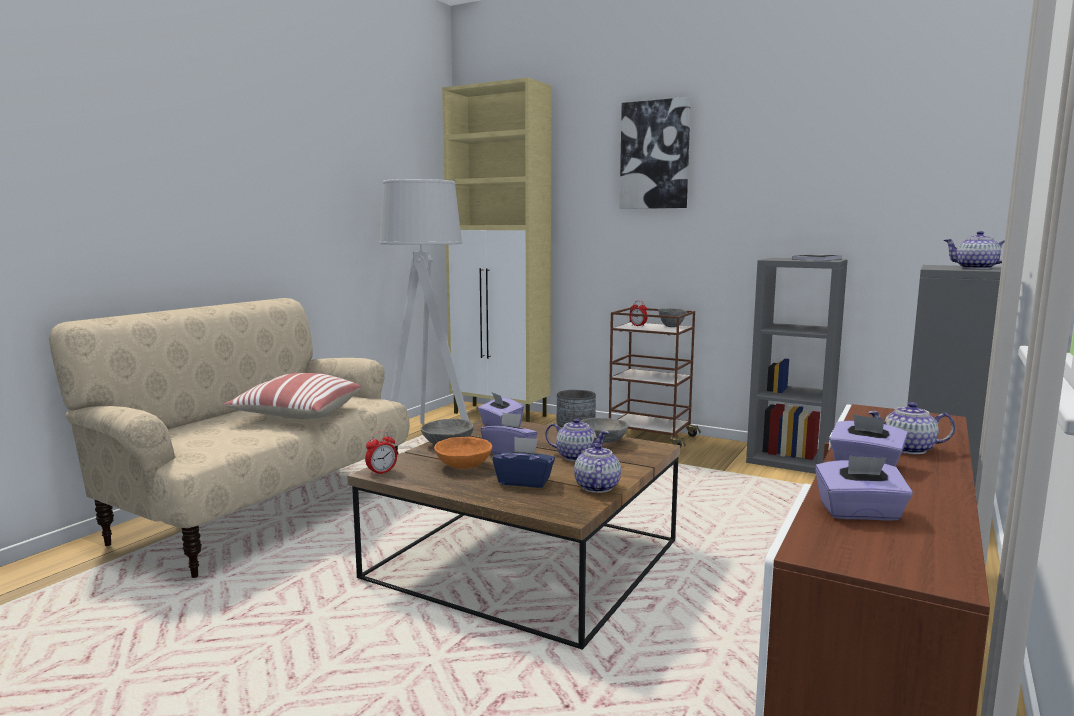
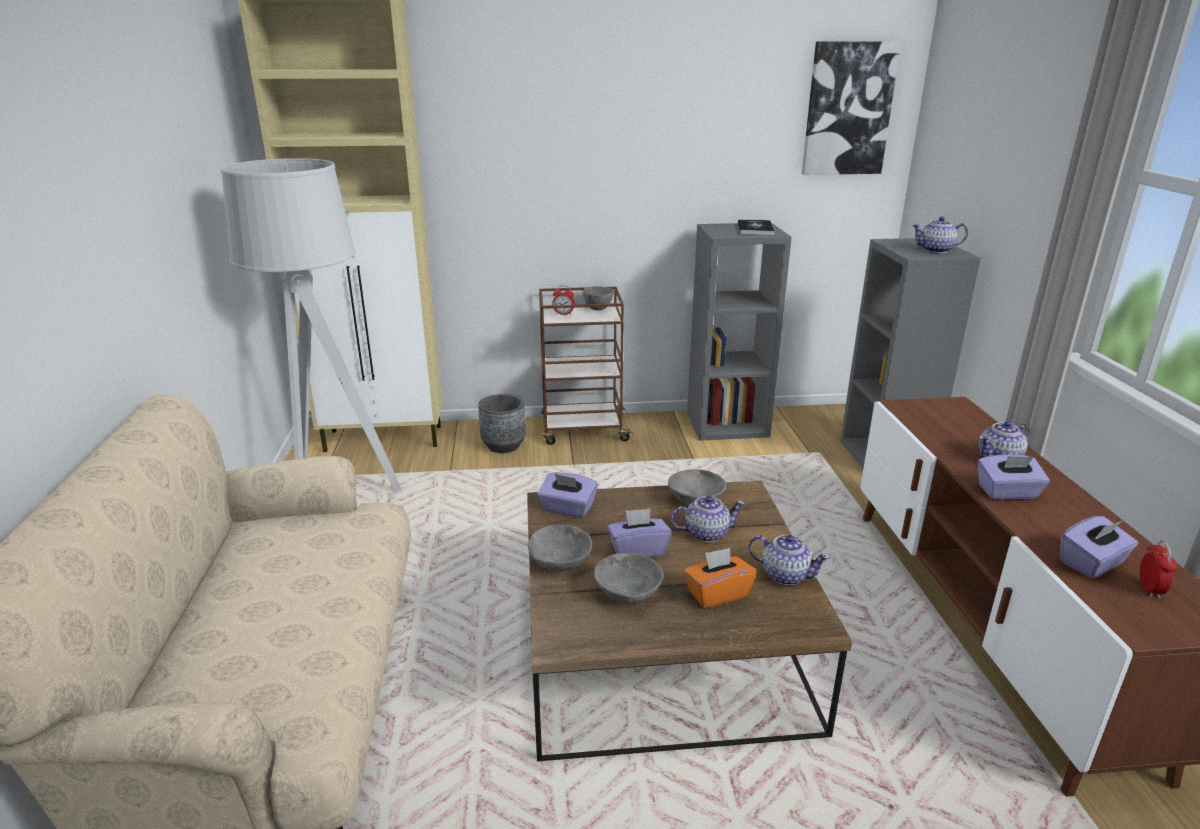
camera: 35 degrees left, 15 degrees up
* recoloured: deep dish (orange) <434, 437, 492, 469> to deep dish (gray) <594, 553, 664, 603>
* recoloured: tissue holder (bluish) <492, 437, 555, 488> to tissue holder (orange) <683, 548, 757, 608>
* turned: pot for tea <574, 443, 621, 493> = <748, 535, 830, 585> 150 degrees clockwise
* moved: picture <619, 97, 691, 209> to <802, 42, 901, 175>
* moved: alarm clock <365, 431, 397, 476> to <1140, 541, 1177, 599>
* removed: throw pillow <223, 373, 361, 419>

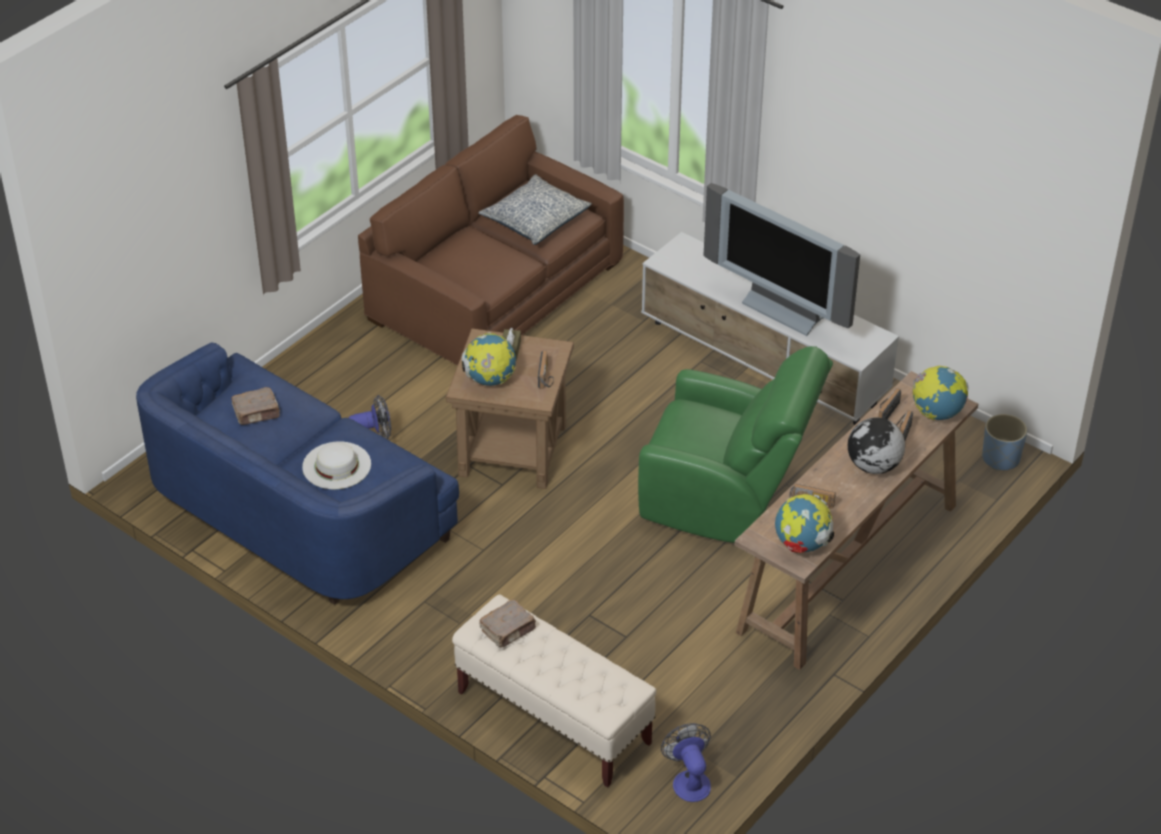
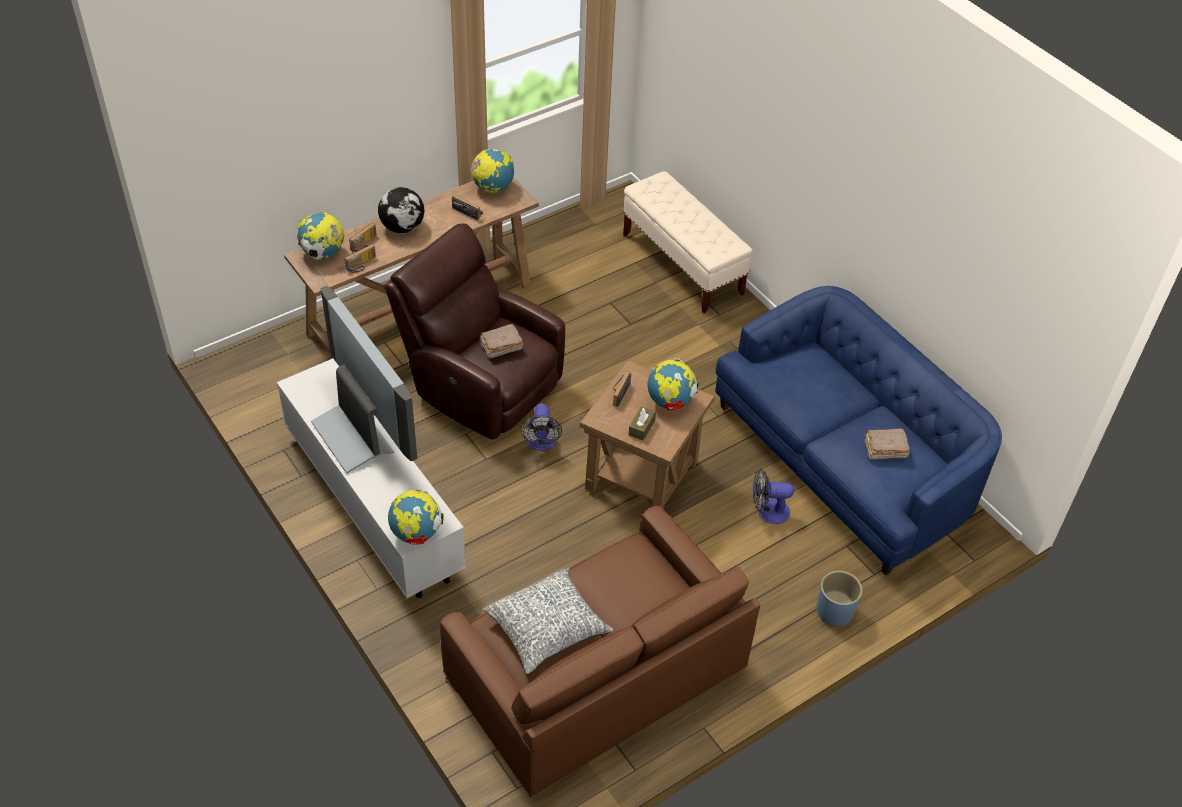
camera: 165 degrees left, 5 degrees up
* recoloured: easy chair (greenish) <638, 346, 833, 543> to easy chair (brown) <385, 223, 565, 440>
* added: globe <388, 489, 444, 545>
* moved: bound book (brown) <479, 600, 536, 648> to <479, 324, 523, 359>
* moved: fan <661, 723, 711, 802> to <520, 404, 562, 450>
* moved: plant pot (bluish) <982, 414, 1027, 471> to <817, 571, 862, 626>
* removed: wearable hat (white) <302, 441, 371, 489>

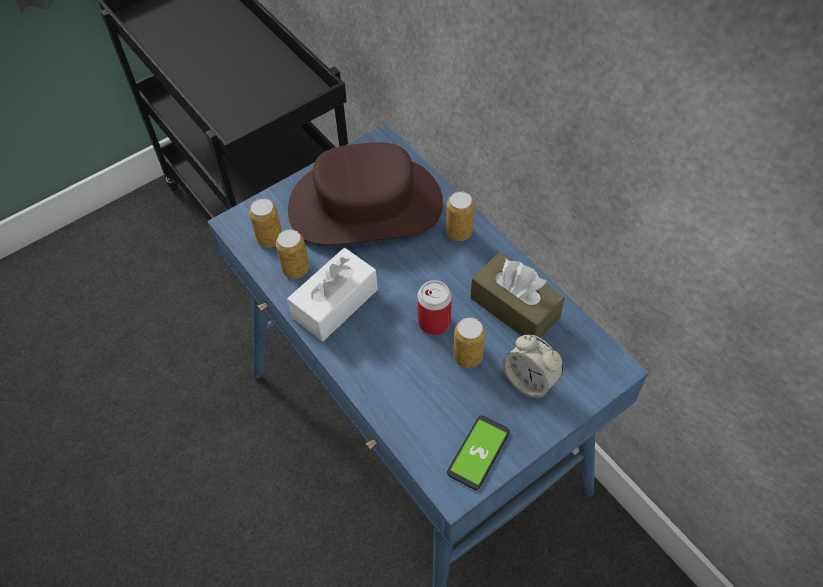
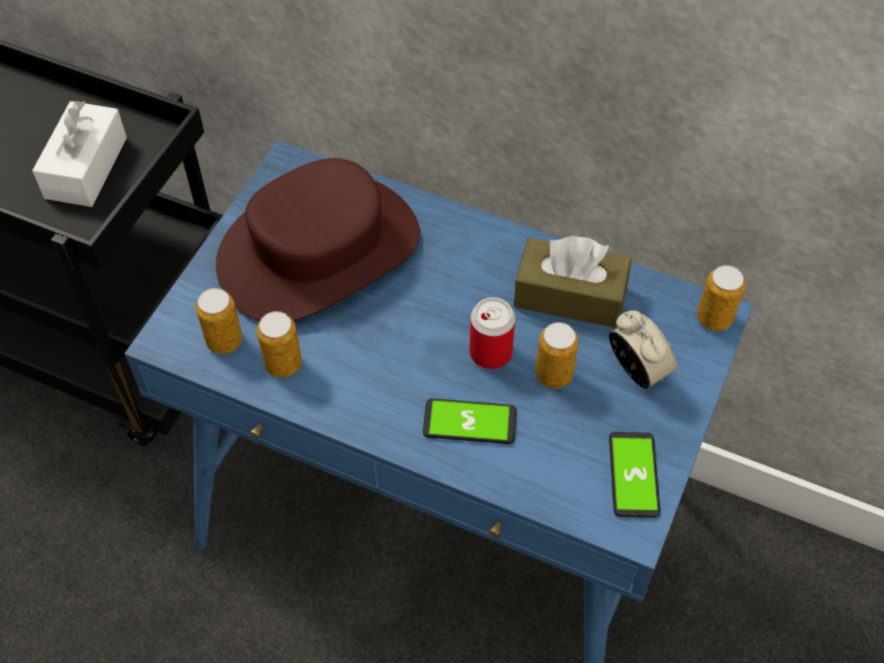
camera: 30 degrees left, 0 degrees up
* moved: tissue holder (white) <287, 248, 378, 341> to <32, 101, 127, 207>
* added: telephone <423, 399, 517, 444>
* turned: alarm clock <502, 335, 563, 399> = <609, 310, 678, 389> 135 degrees counterclockwise
* moved: sealed can <446, 191, 474, 241> to <697, 265, 746, 331>

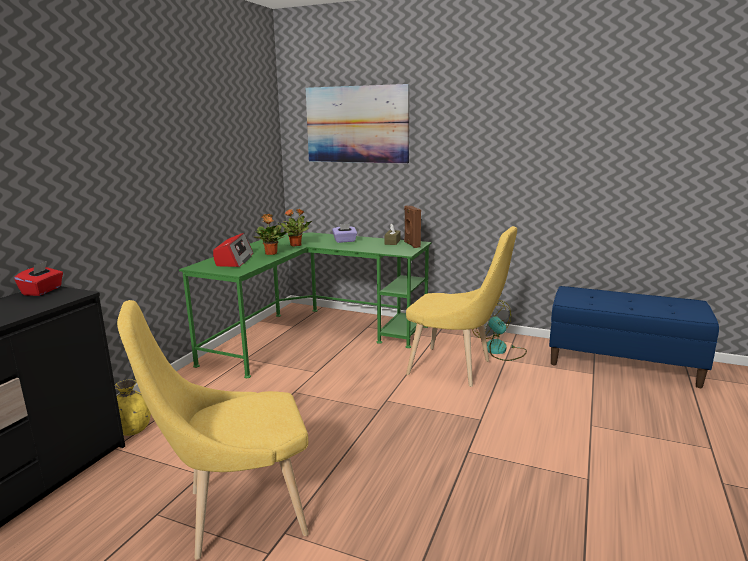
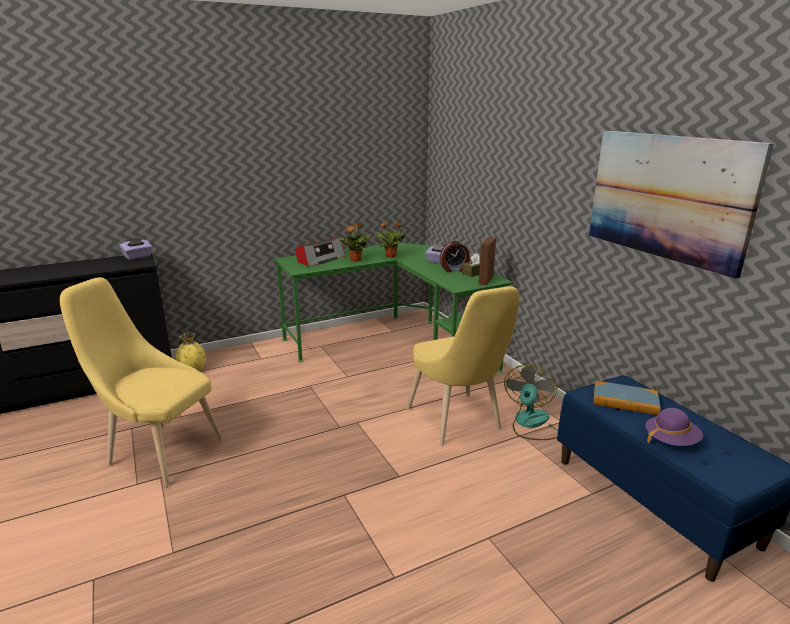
camera: 40 degrees right, 5 degrees up
* recoloured: tissue holder (reddish) <14, 261, 63, 296> to tissue holder (purple-coloured) <119, 237, 152, 260>
* added: alarm clock <440, 241, 470, 272>
* moved: picture <306, 84, 410, 164> to <589, 131, 774, 279>
* added: bound book <594, 381, 661, 415>
* added: wearable hat (purple-coloured) <645, 408, 703, 446>

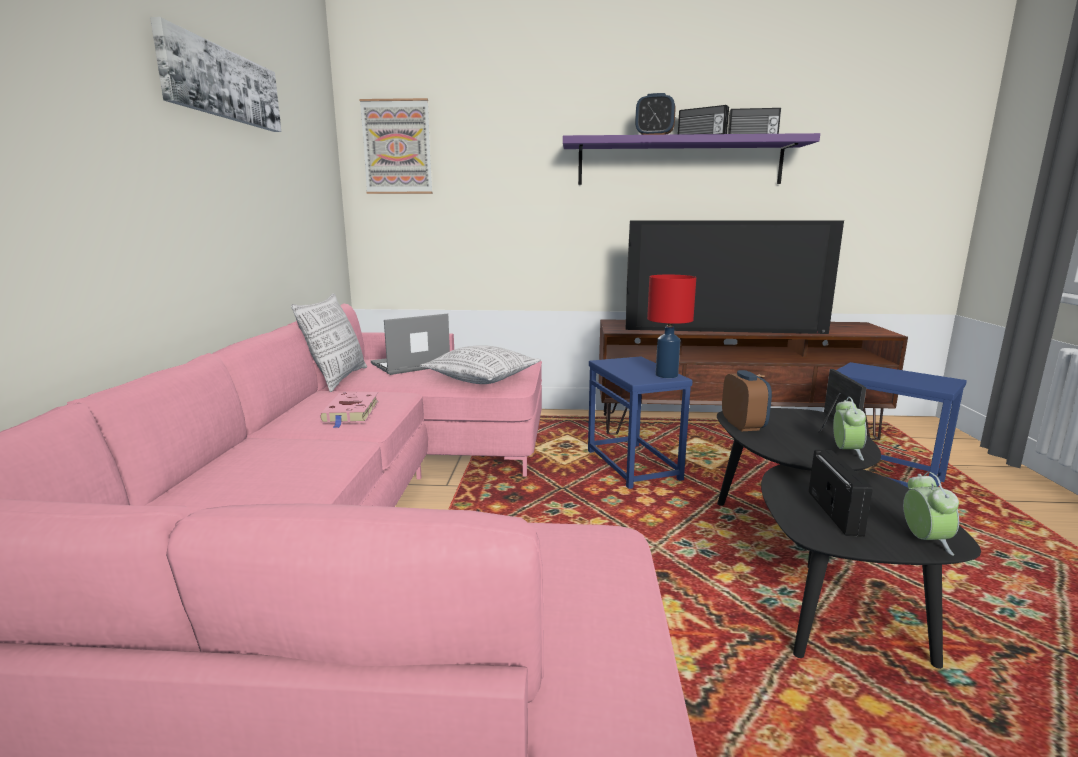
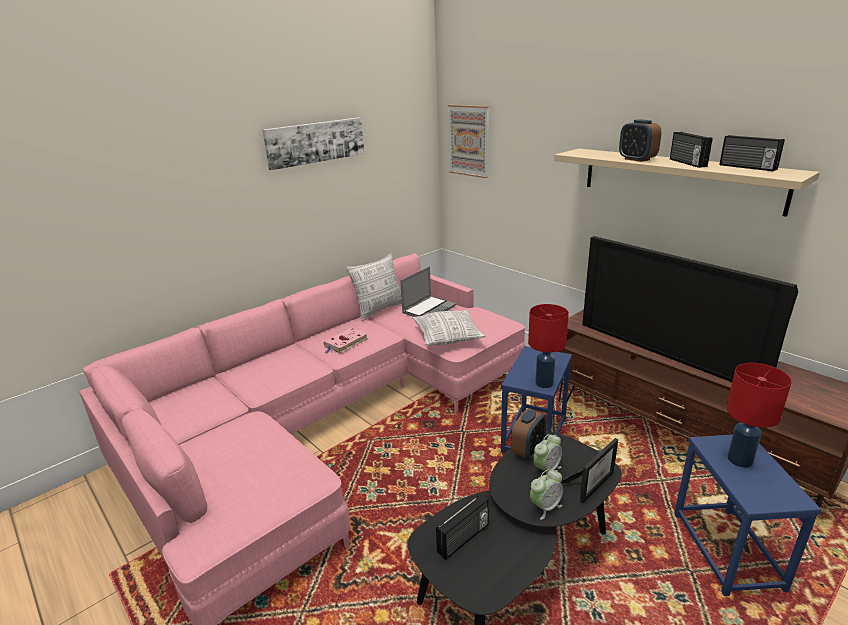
camera: 45 degrees right, 10 degrees up
* turned: laptop <371, 314, 450, 375> = <400, 266, 456, 317> 120 degrees clockwise
* moved: alarm clock <903, 472, 959, 556> to <533, 434, 562, 475>
* recoloured: bracket shelf (purple-coloured) <563, 133, 820, 185> to bracket shelf (beige-coloured) <554, 149, 820, 217>
* added: tabletop lamp (reddish) <726, 363, 792, 468>

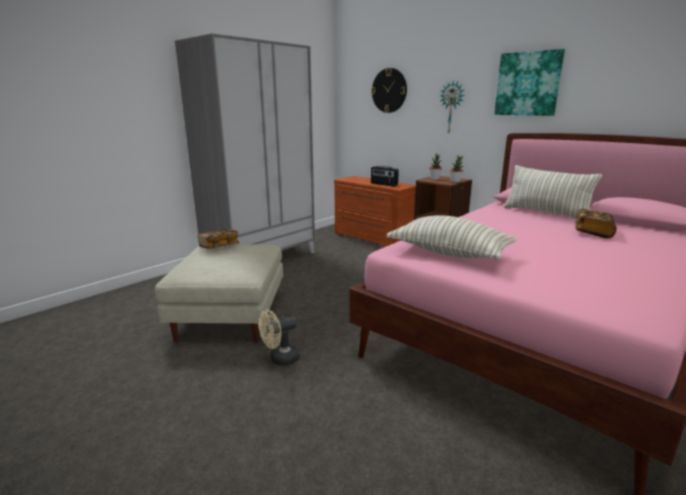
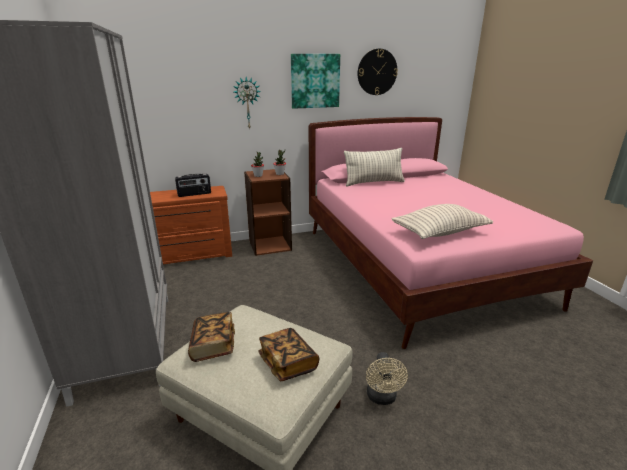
camera: 60 degrees left, 5 degrees up
* moved: bound book <575, 209, 617, 238> to <258, 328, 319, 381>
* moved: clock on the wall <371, 68, 407, 113> to <358, 49, 398, 95>

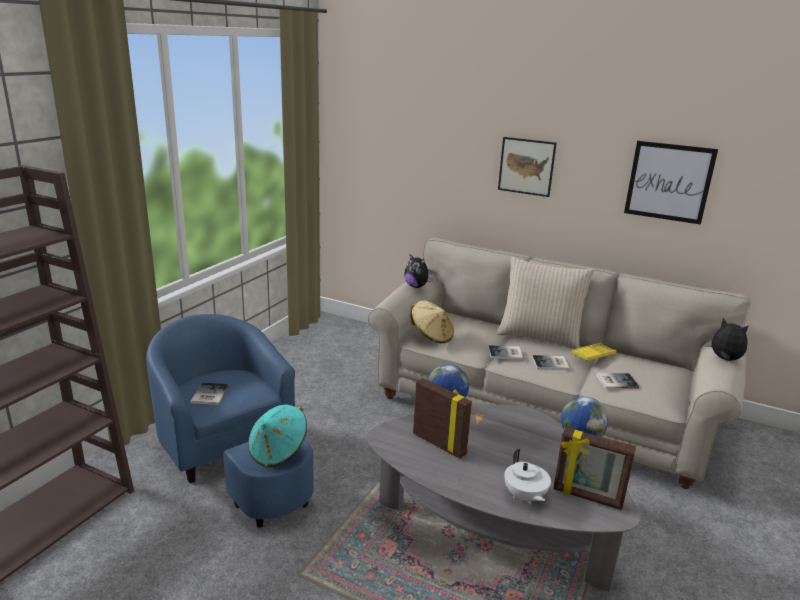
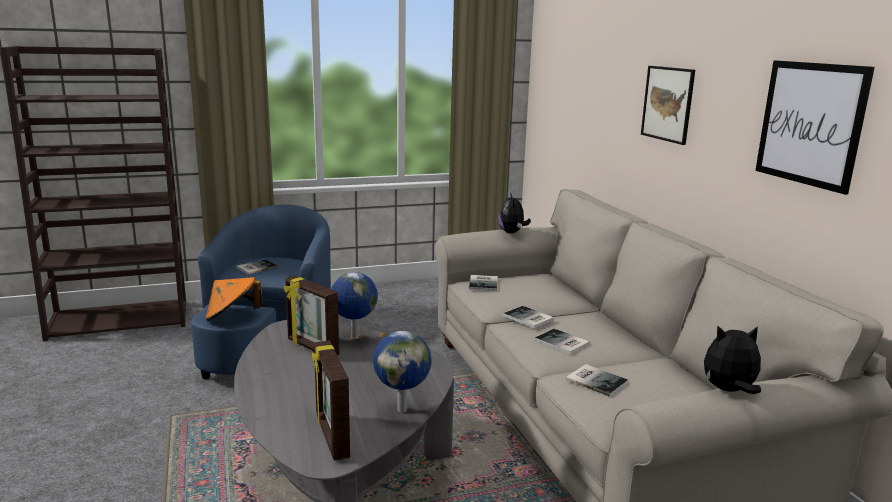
camera: 45 degrees right, 5 degrees down
* recoloured: wearable hat (turquoise-coloured) <248, 405, 307, 468> to wearable hat (orange) <205, 277, 262, 321>
* turned: photo frame <413, 378, 472, 459> = <284, 275, 339, 356> 135 degrees clockwise
* replaced: wearable hat (beige-coloured) <410, 300, 454, 344> to bound book <469, 275, 498, 291>
* turned: plush toy <706, 318, 749, 361> = <704, 325, 761, 394> 90 degrees counterclockwise
* removed: throw pillow (beige-coloured) <497, 257, 595, 349>
* removed: pot for tea (white) <504, 449, 551, 504>
* removed: tray (yellow-coloured) <571, 343, 616, 362>

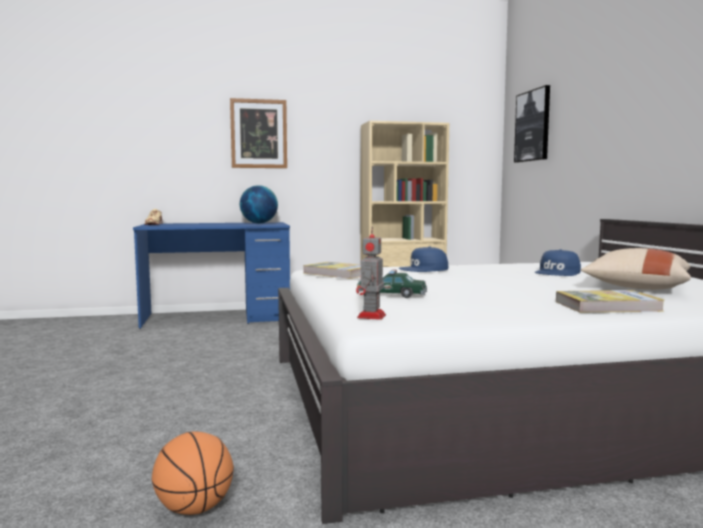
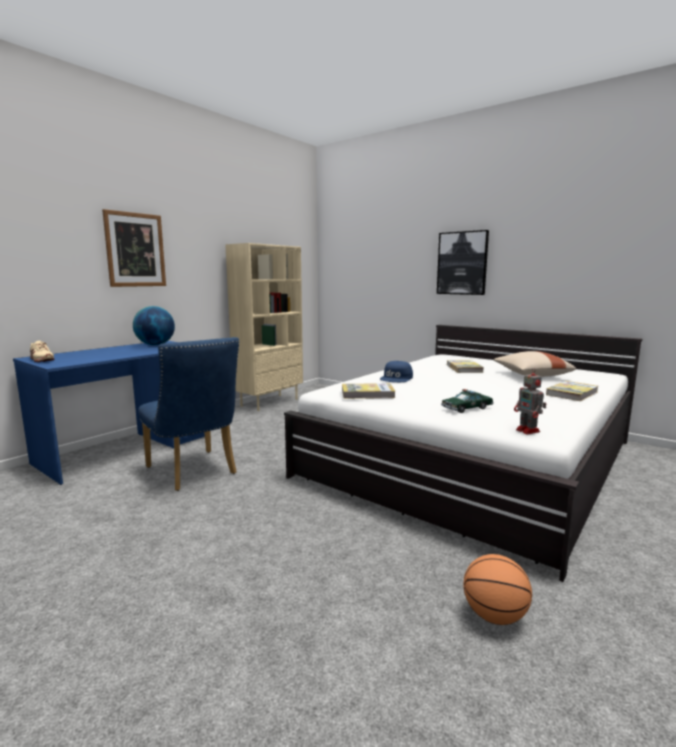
camera: 40 degrees left, 5 degrees up
* added: plain chair (bluish) <138, 337, 239, 491>
* moved: picture <514, 85, 550, 163> to <437, 230, 489, 295>
* replaced: peaked cap (bluish) <535, 249, 581, 276> to bound book <447, 360, 484, 373>

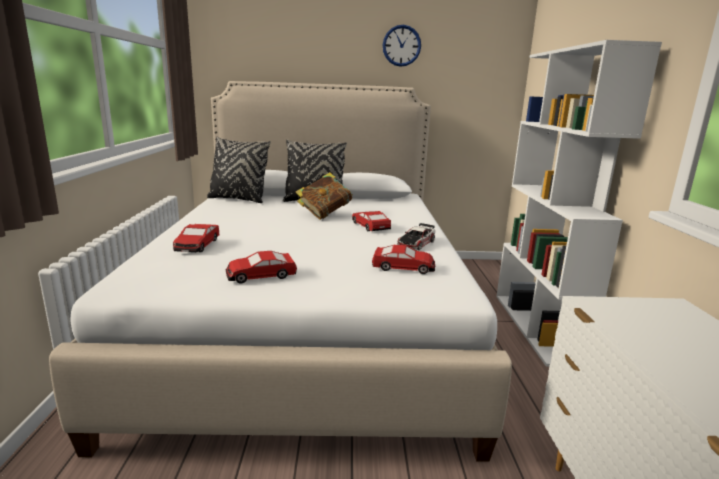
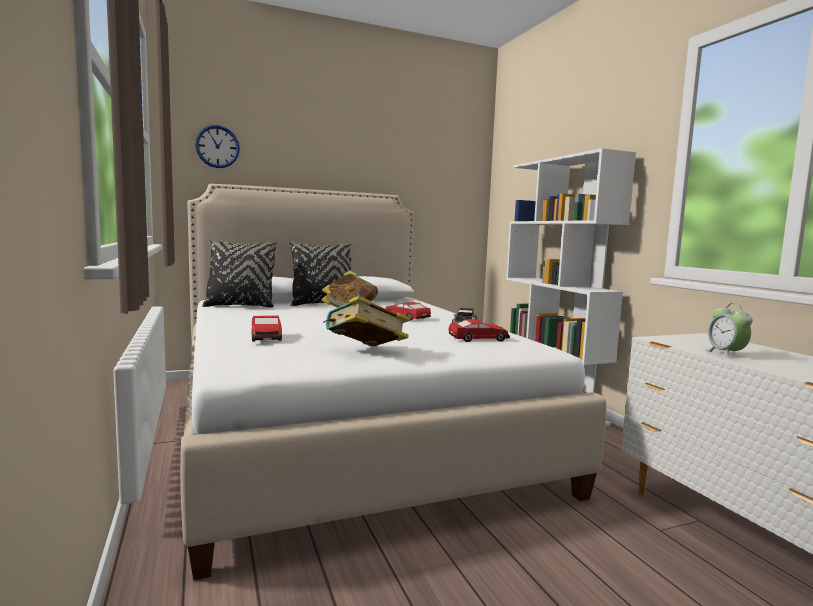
camera: 20 degrees left, 10 degrees down
* moved: clock on the wall <383, 25, 421, 67> to <195, 125, 240, 168>
* replaced: model car <226, 251, 297, 284> to bound book <323, 296, 410, 346>
* added: alarm clock <705, 303, 753, 359>

